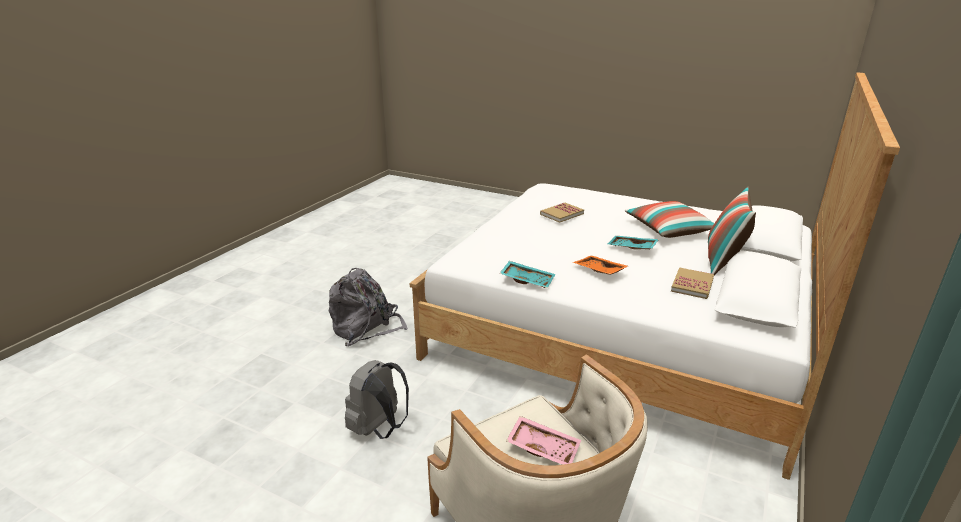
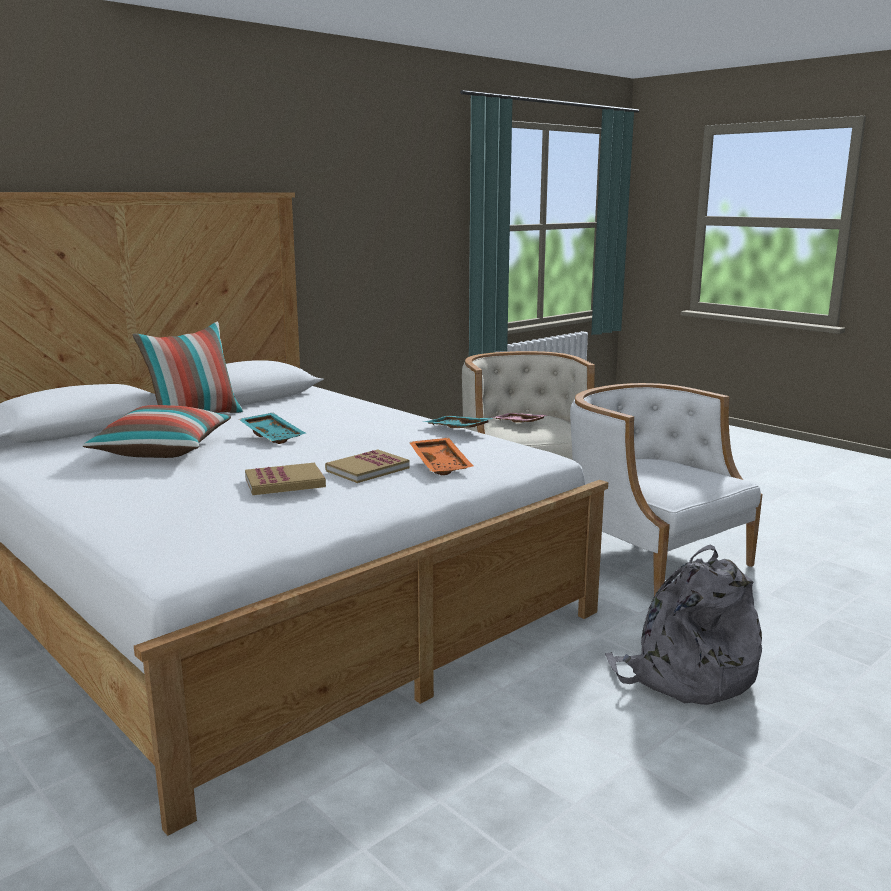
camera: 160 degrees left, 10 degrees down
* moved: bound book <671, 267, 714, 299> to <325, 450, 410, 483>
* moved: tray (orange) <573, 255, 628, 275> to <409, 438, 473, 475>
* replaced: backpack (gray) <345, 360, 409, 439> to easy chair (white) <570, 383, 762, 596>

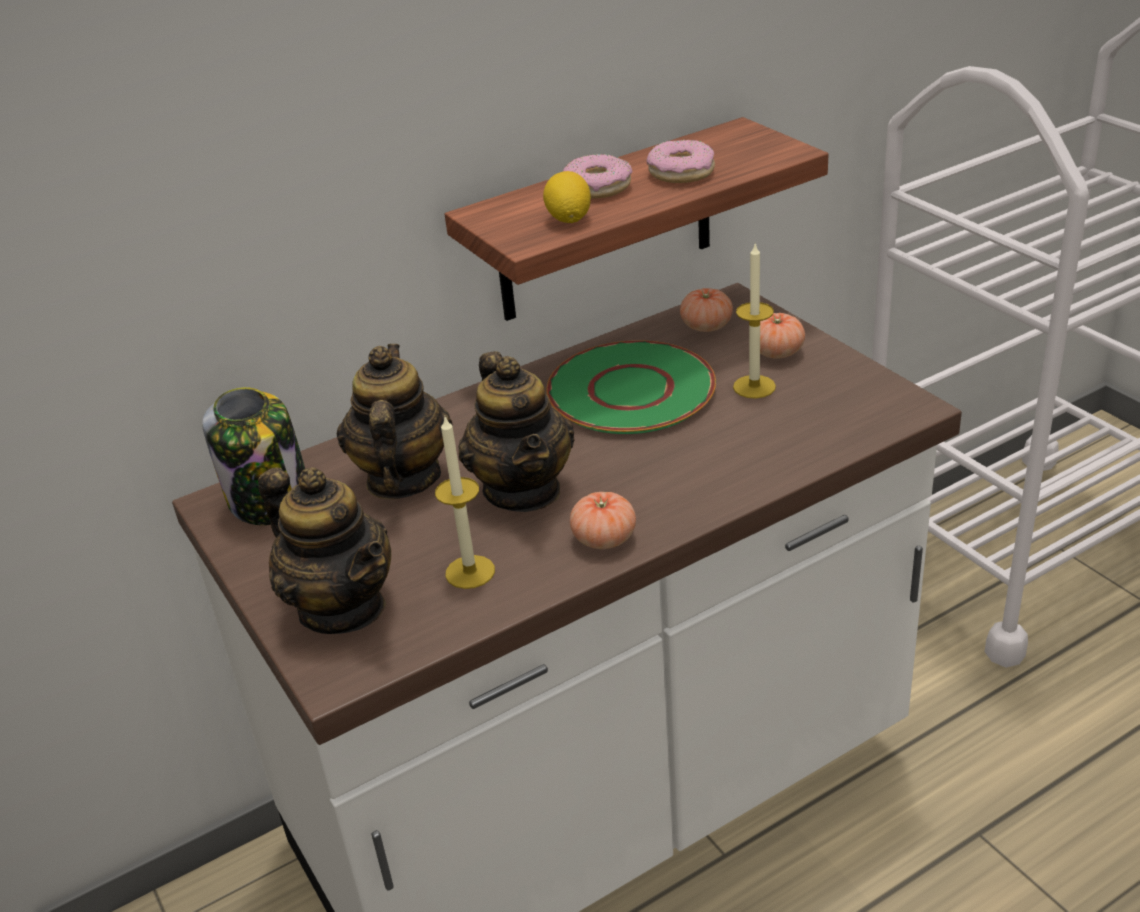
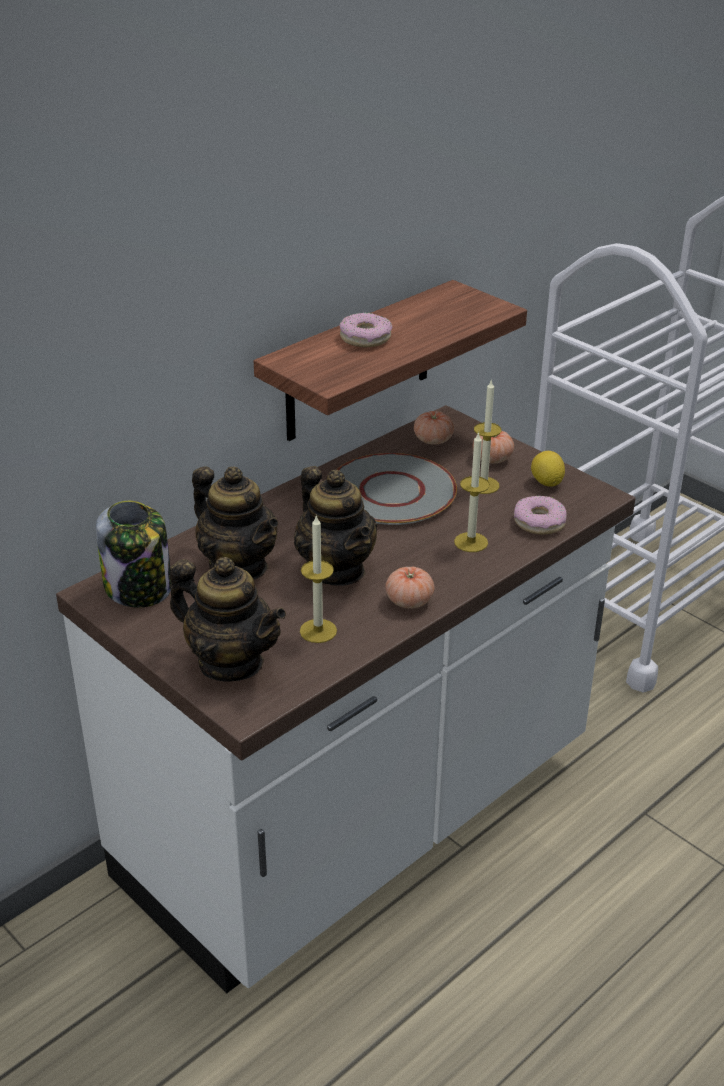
camera: 15 degrees left, 0 degrees up
* turned: pot for tea <337, 344, 453, 499> = <192, 466, 278, 579> 150 degrees clockwise
* recoloured: plate (greenish) <546, 340, 716, 434> to plate (gray) <337, 453, 457, 525>
* added: candle <454, 432, 490, 552>
* moved: donut <647, 140, 715, 183> to <514, 496, 567, 534>
* moved: whole lemon <543, 171, 591, 223> to <531, 451, 565, 487>

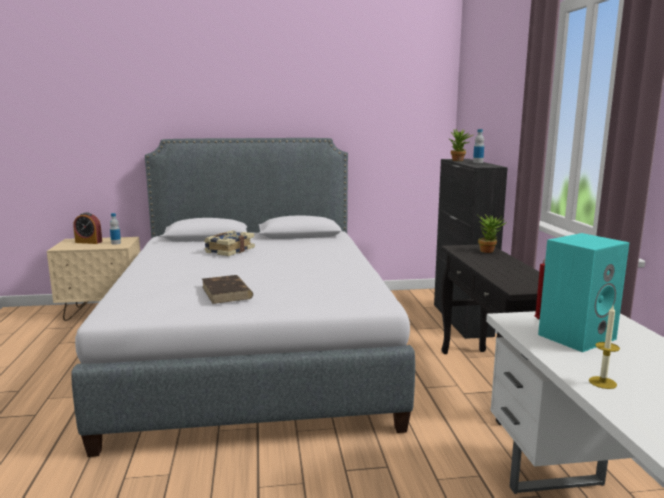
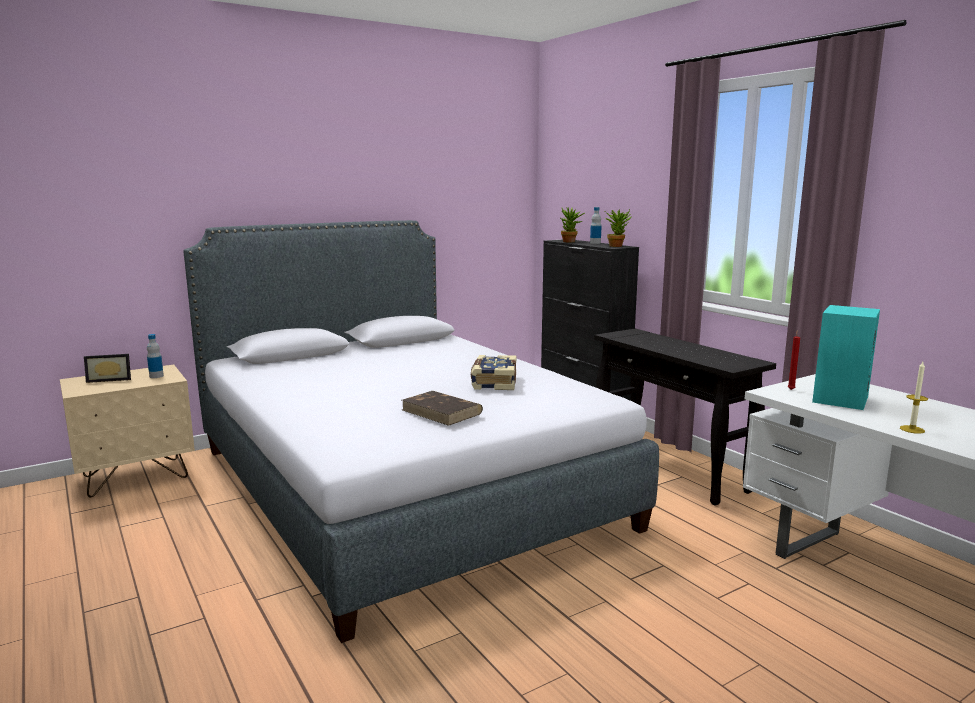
camera: 25 degrees left, 0 degrees up
* replaced: alarm clock <73, 212, 102, 244> to photo frame <84, 354, 131, 383>
* moved: bound book <204, 230, 255, 256> to <471, 355, 517, 390>
* moved: plant in a pot <478, 214, 507, 253> to <605, 209, 632, 247>

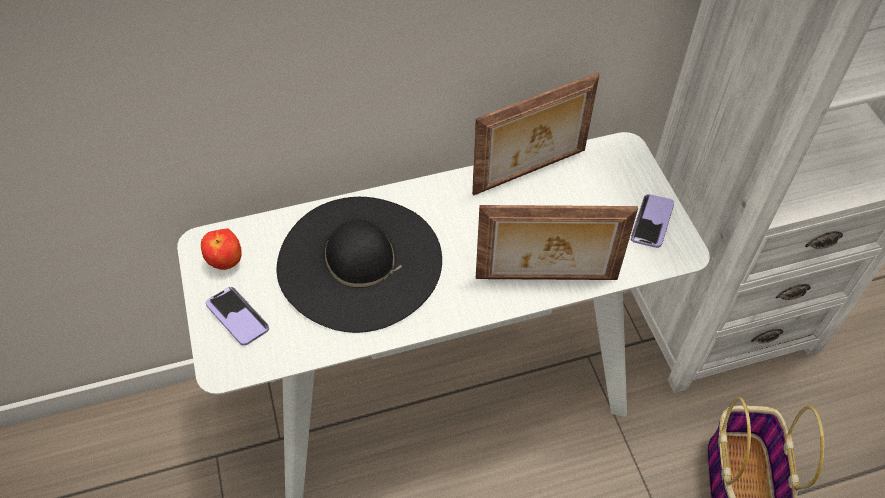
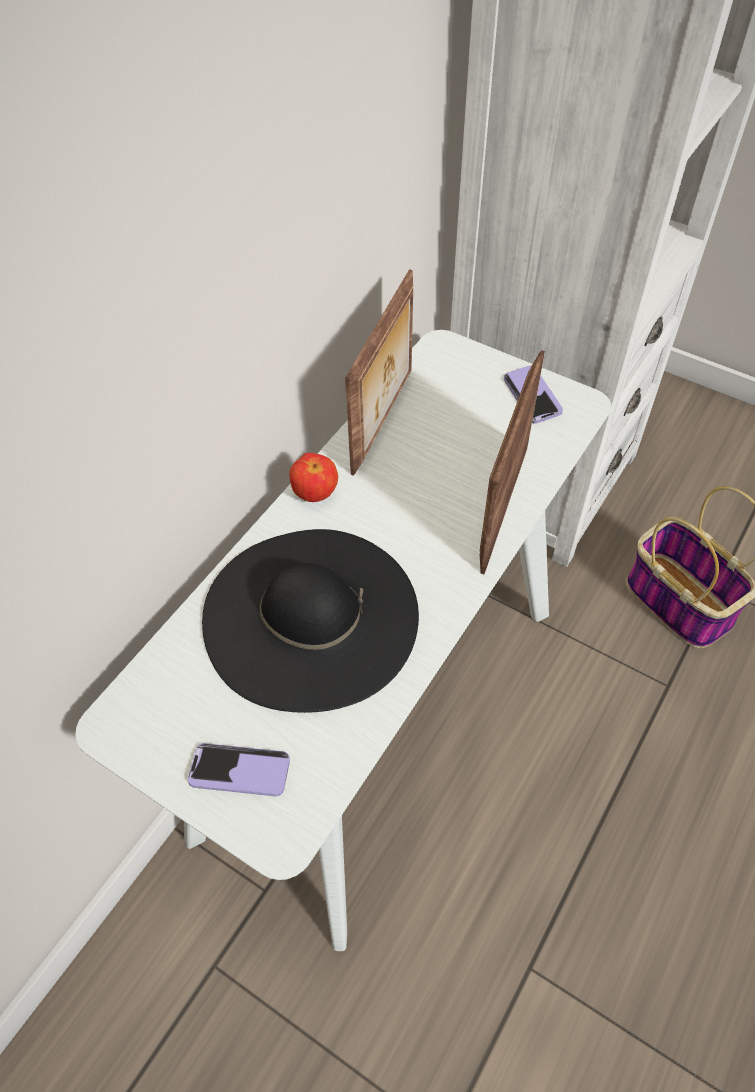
camera: 40 degrees left, 0 degrees up
* moved: apple fruit <201, 229, 242, 270> to <289, 453, 338, 502>
* turned: photo frame <476, 205, 638, 280> = <479, 350, 545, 574> 150 degrees clockwise

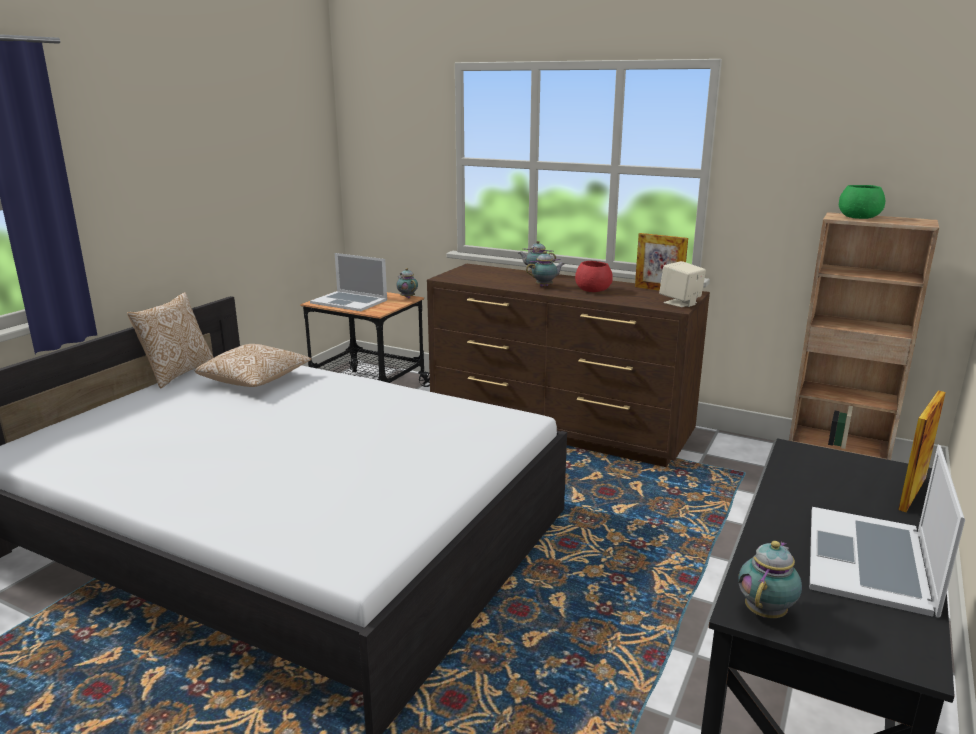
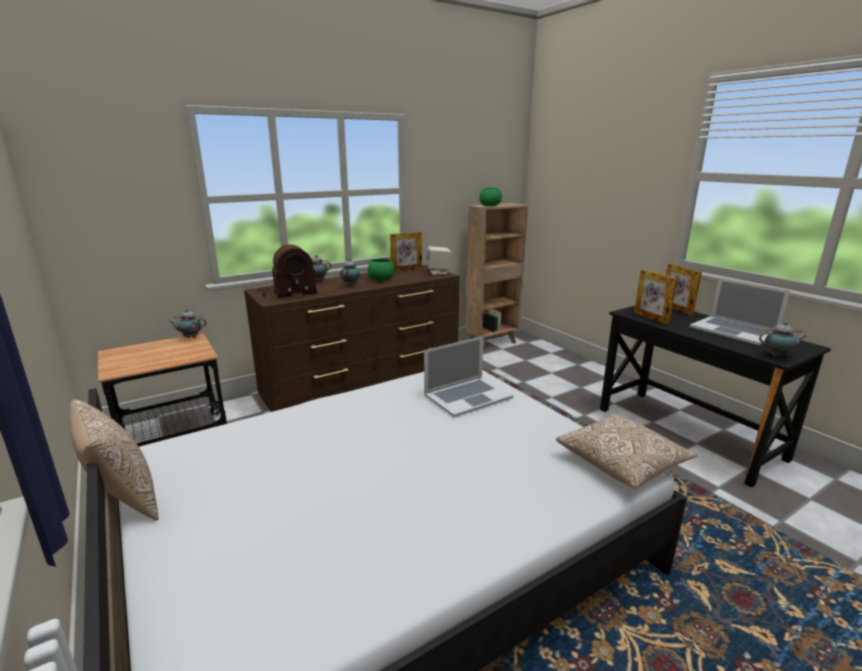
camera: 60 degrees left, 0 degrees up
* added: radio receiver <257, 245, 317, 298>
* recoloured: deep dish (reddish) <575, 261, 613, 292> to deep dish (greenish) <368, 258, 395, 281>
* moved: laptop <310, 253, 387, 311> to <424, 336, 513, 417>
* moved: throw pillow <195, 344, 312, 387> to <556, 414, 697, 489>
* added: photo frame <634, 270, 677, 324>
* turned: pot for tea <738, 541, 802, 618> = <759, 321, 807, 357> 120 degrees clockwise

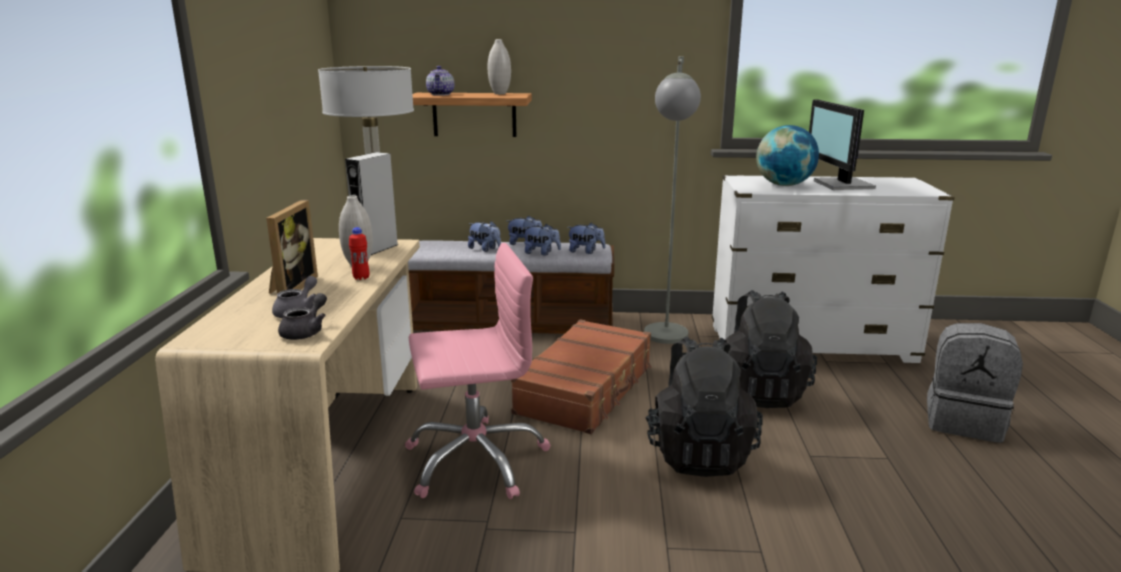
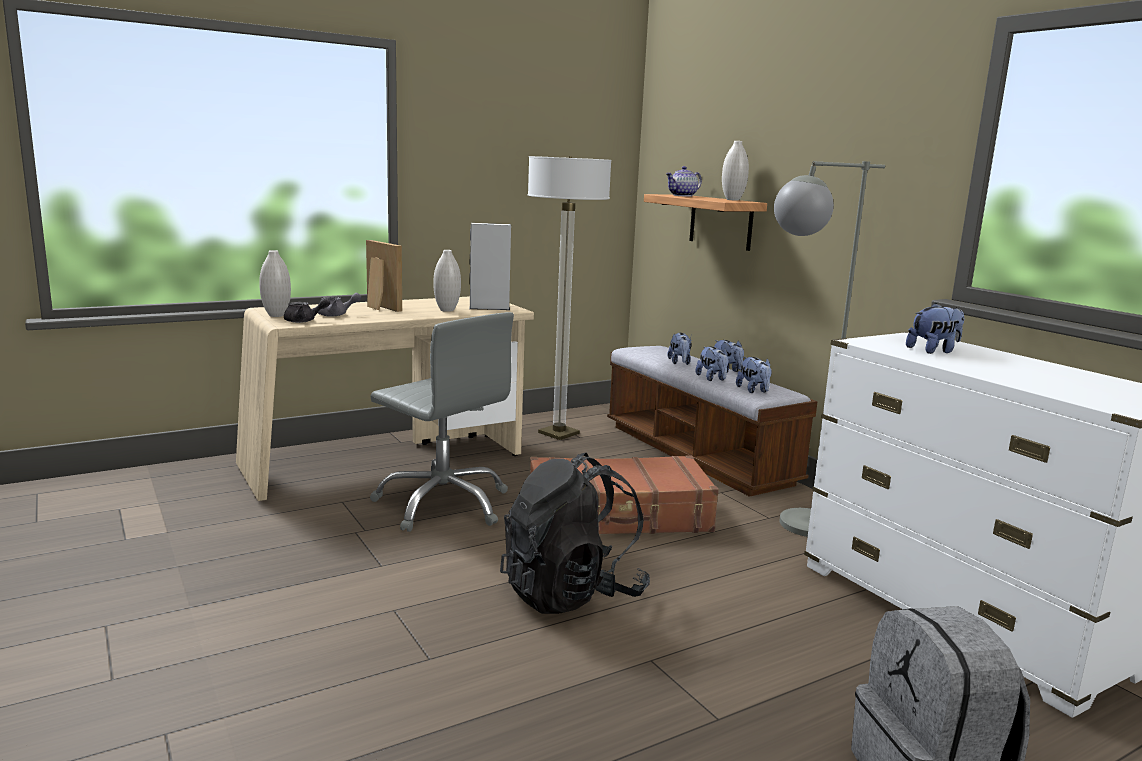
camera: 55 degrees right, 5 degrees down
* added: decorative vase (white) <259, 250, 291, 317>
* turned: photo frame <266, 200, 318, 294> = <366, 240, 402, 312> 105 degrees counterclockwise
* recoloured: desk chair (pinkish) <405, 243, 551, 499> to desk chair (gray) <370, 312, 514, 532>
* replaced: globe <756, 125, 819, 186> to plush toy <906, 303, 964, 354>
* removed: drink bottle (reddish) <349, 227, 369, 280>
* removed: backpack (black) <725, 290, 817, 408>
* removed: computer display <809, 100, 876, 190>

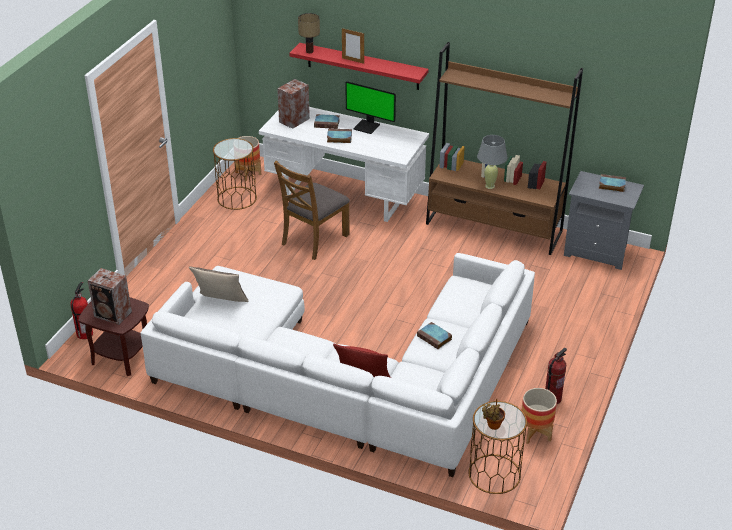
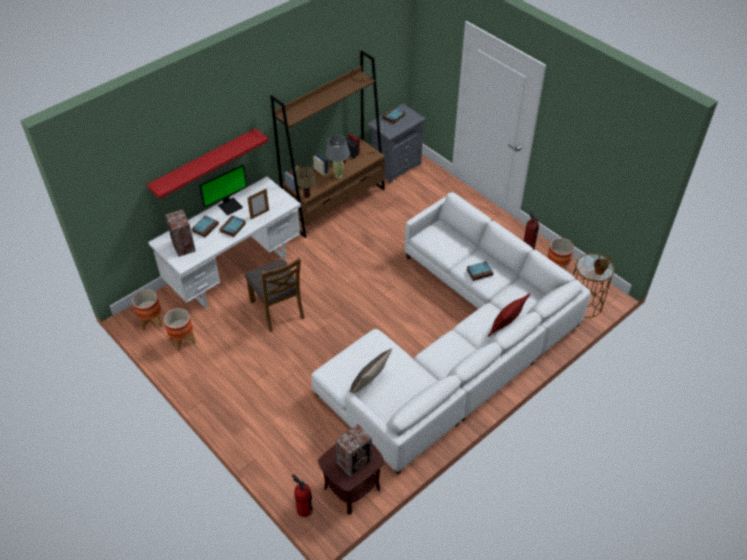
camera: 65 degrees left, 10 degrees up
* replaced: side table (brown) <213, 138, 257, 210> to plant pot <164, 308, 195, 351>
* moved: photo frame <342, 28, 364, 64> to <247, 189, 269, 219>
* moved: tabletop lamp <298, 13, 320, 53> to <296, 166, 315, 198>

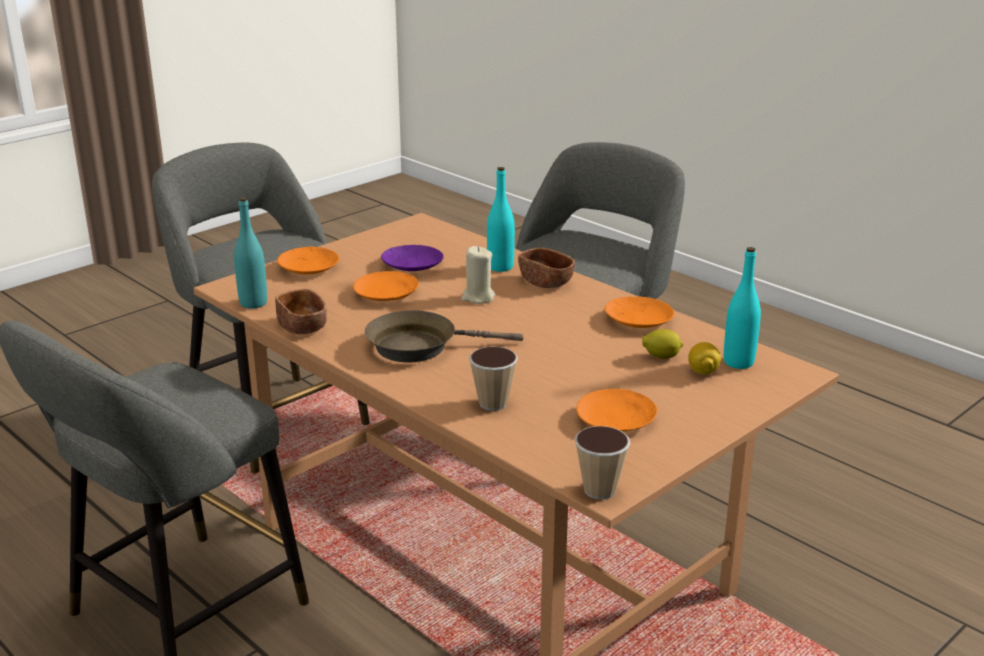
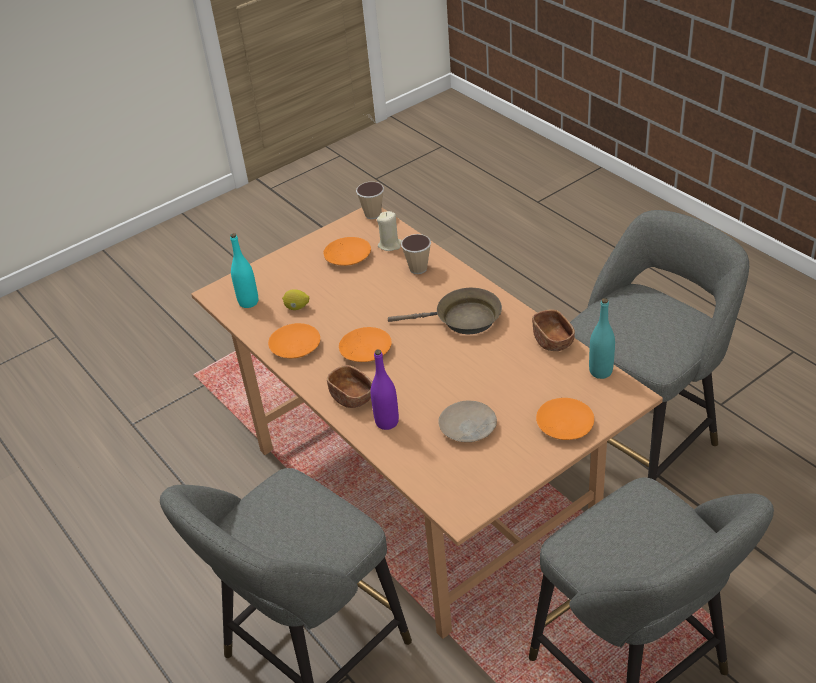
camera: 170 degrees left, 15 degrees up
* moved: plate (orange) <353, 271, 419, 301> to <339, 327, 392, 362>
* recoloured: drink bottle (turquoise-coloured) <487, 167, 515, 272> to drink bottle (purple-coloured) <371, 350, 399, 430>
* moved: candle (beige-coloured) <461, 246, 495, 304> to <377, 211, 402, 251>
* recoloured: plate (purple-coloured) <381, 245, 444, 271> to plate (beige-coloured) <438, 401, 497, 442>
* removed: whole lemon <688, 342, 721, 375>

